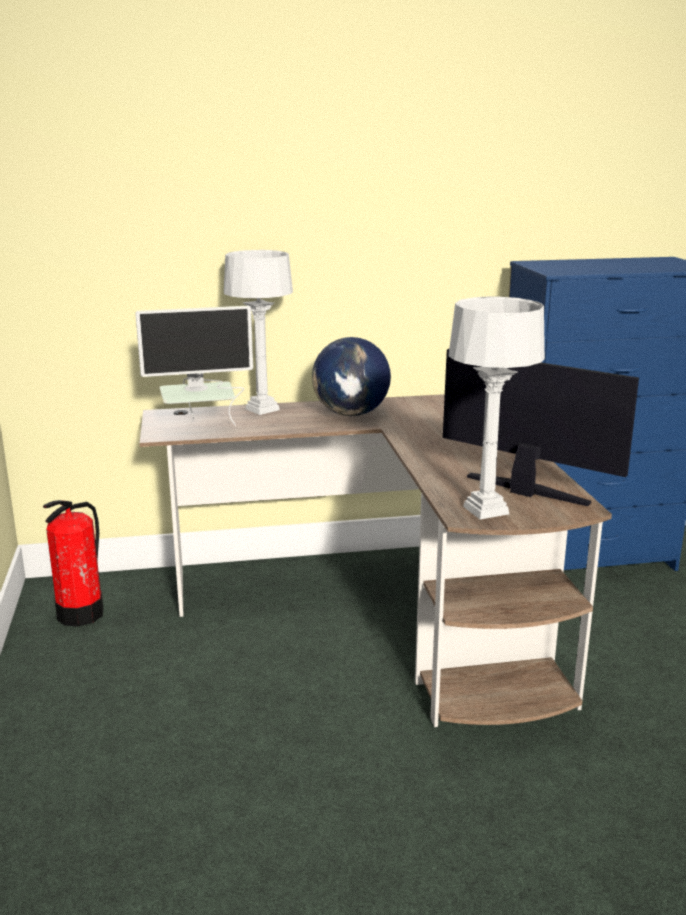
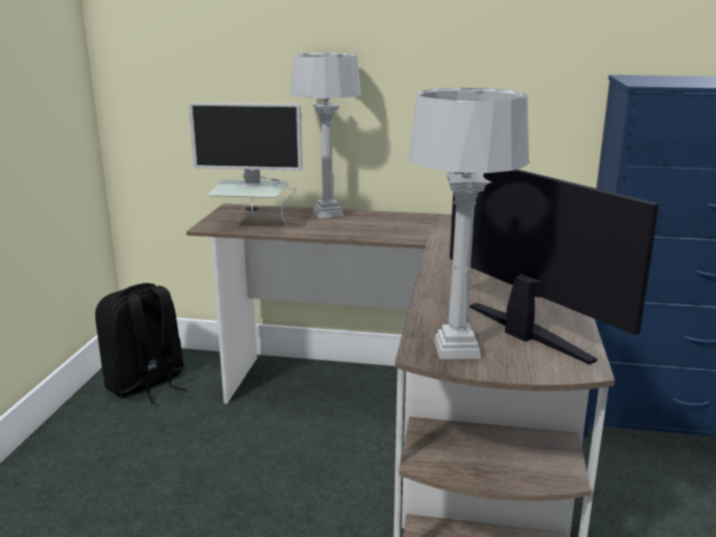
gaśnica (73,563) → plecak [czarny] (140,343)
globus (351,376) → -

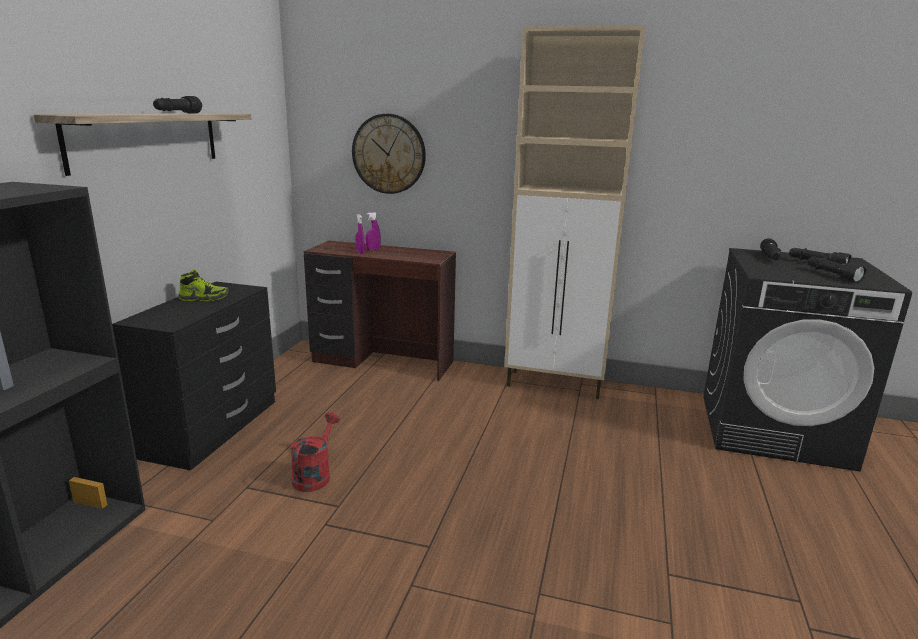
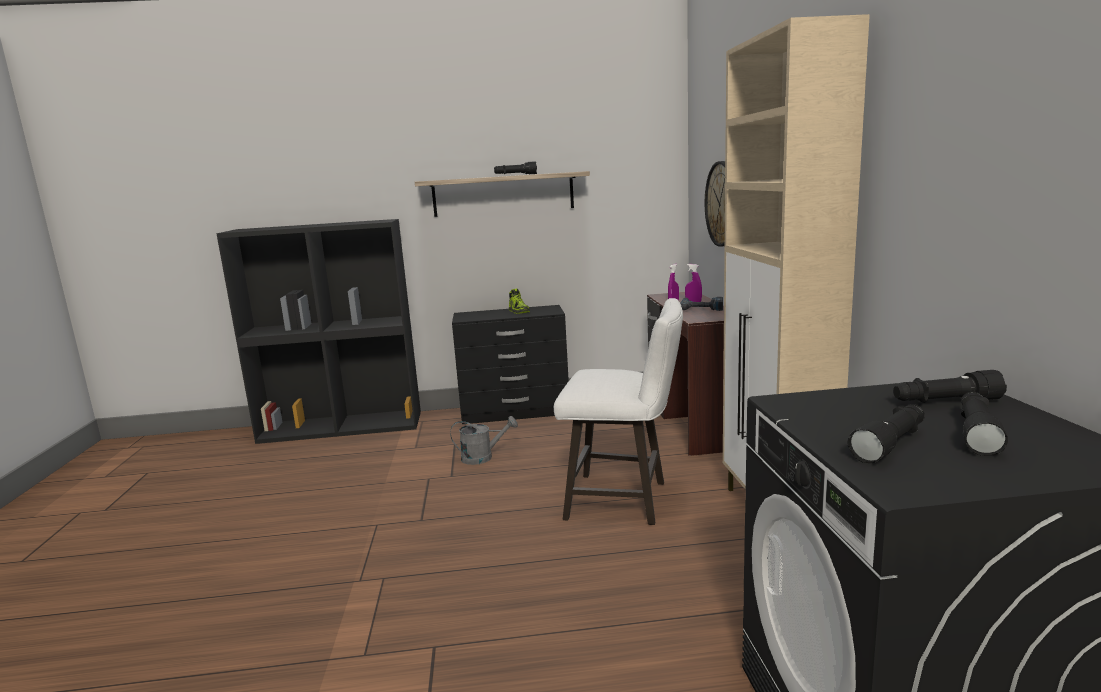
konewka [czerwony] (315,452) → konewka [szary] (484,440)
- → stołek [biały] (618,411)
- → wiertarka (701,304)

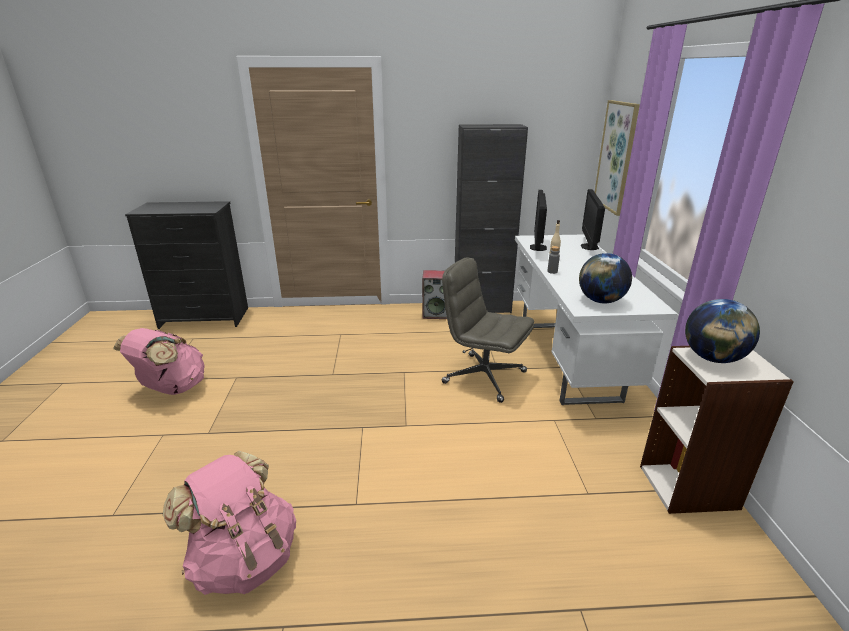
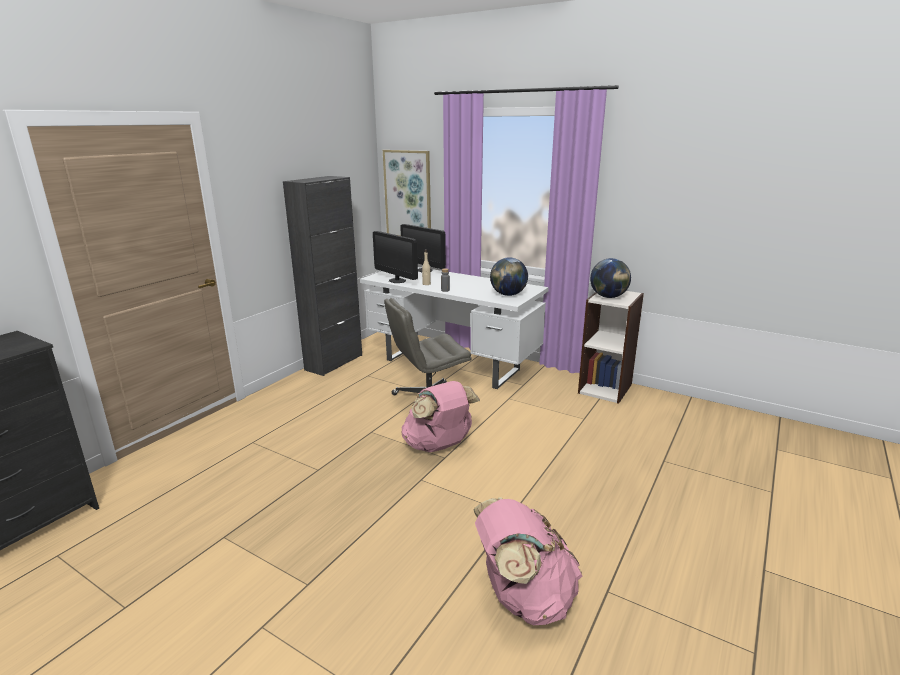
plecak [różowy] (159,361) → plecak [różowy] (440,416), moved
głośnik (434,294) → -

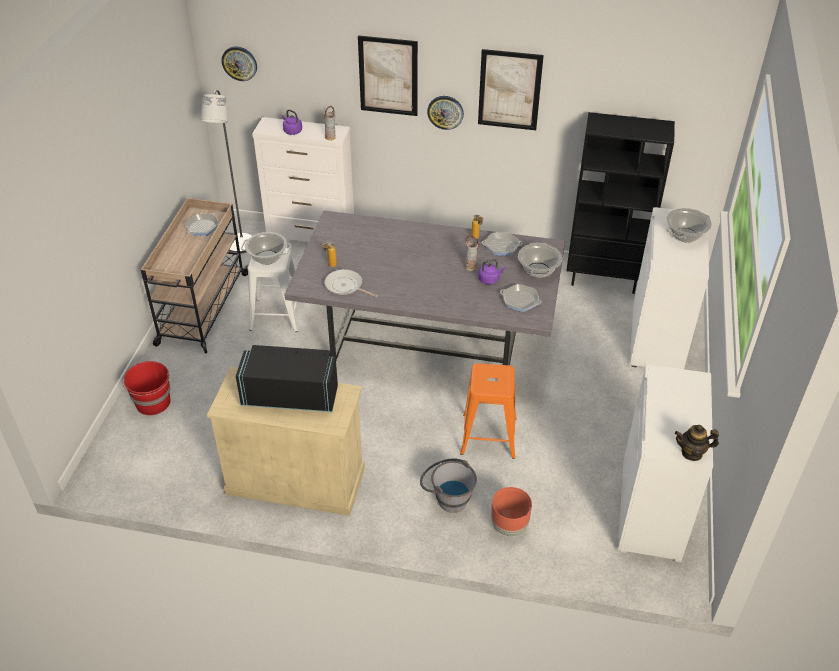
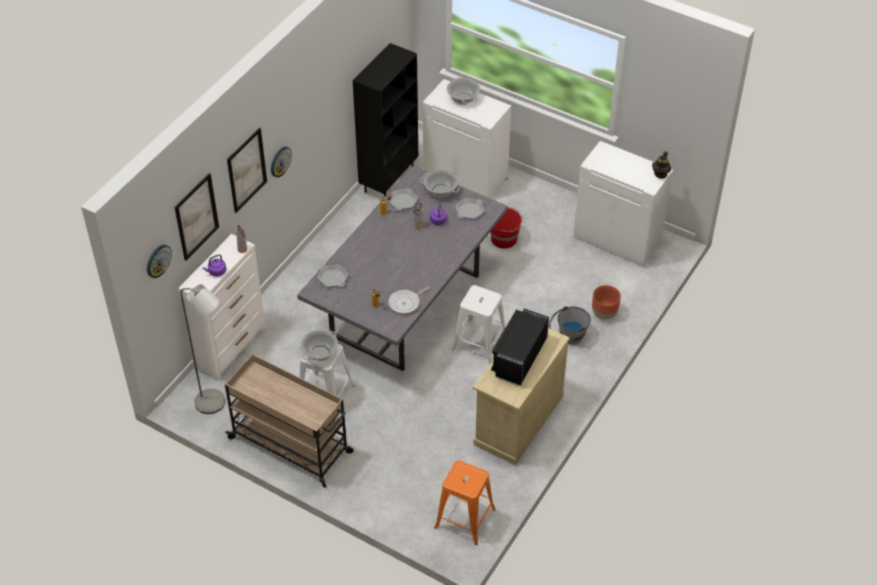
obraz (511,89) → obraz (197,217), moved
patelnia (201,224) → patelnia (333,276), moved
stołek [pomarańczowy] (488,411) → stołek [pomarańczowy] (465,503), moved
- → stołek [biały] (478,324)
wiadro [czerwony] (146,388) → wiadro [czerwony] (506,228), moved

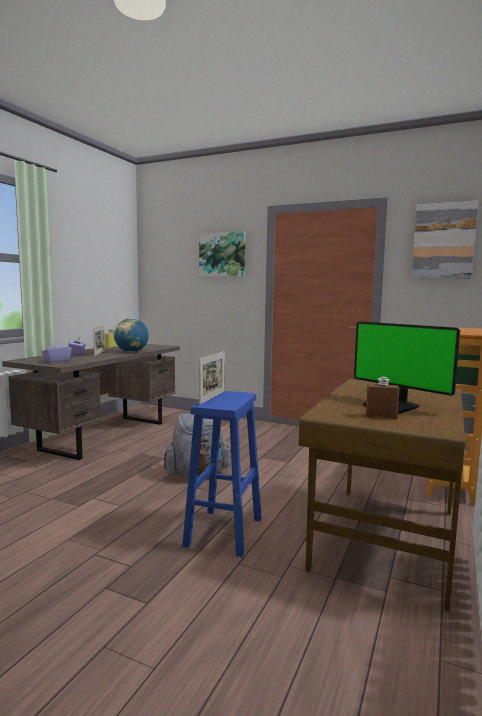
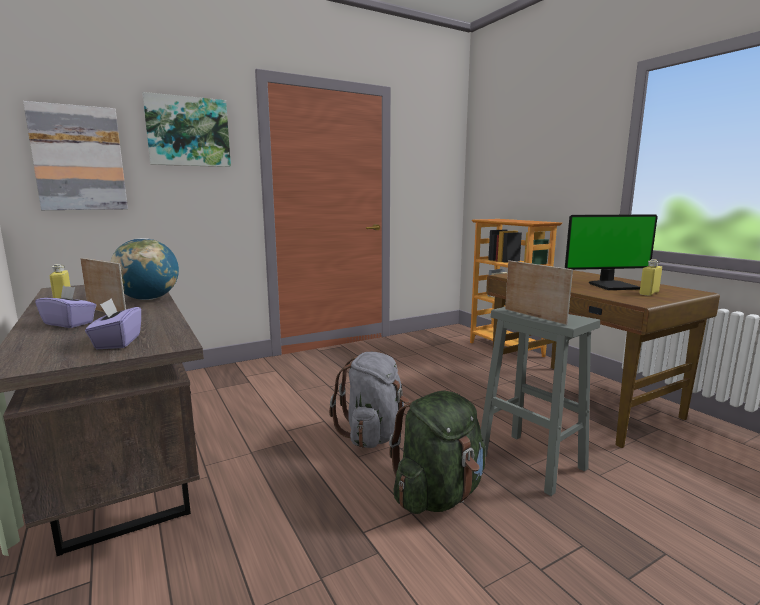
obraz (445,240) → obraz (75,155), moved
- → plecak [zielony] (437,452)
stołek [niebieski] (222,474) → stołek [szary] (540,401)
butelka [brązowy] (383,398) → butelka [żółty] (651,277)

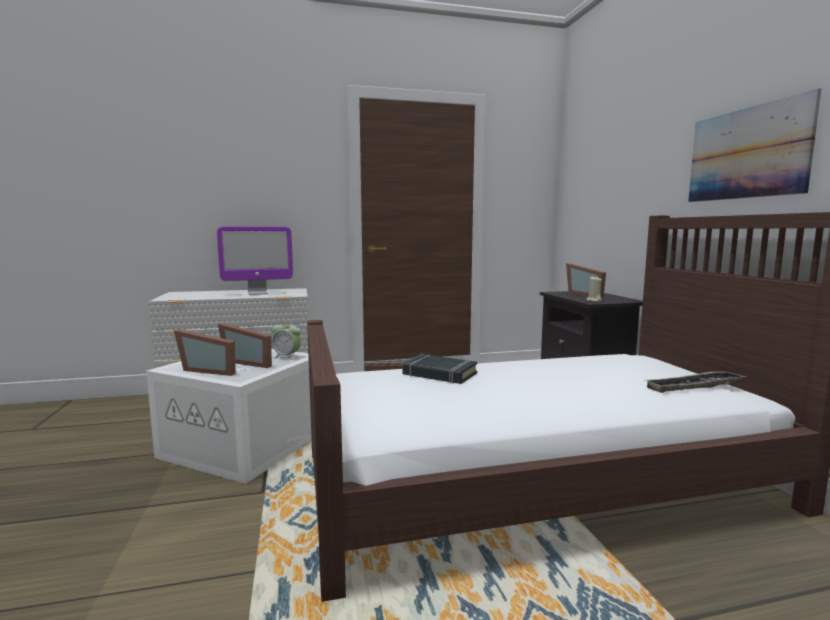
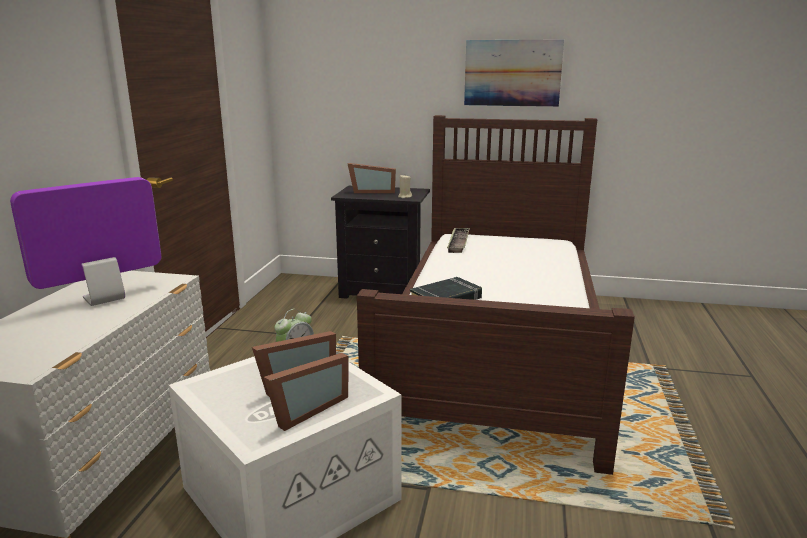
monitor (255,260) → monitor (85,241), 135 degrees counterclockwise
taca (695,382) → taca (458,240), moved

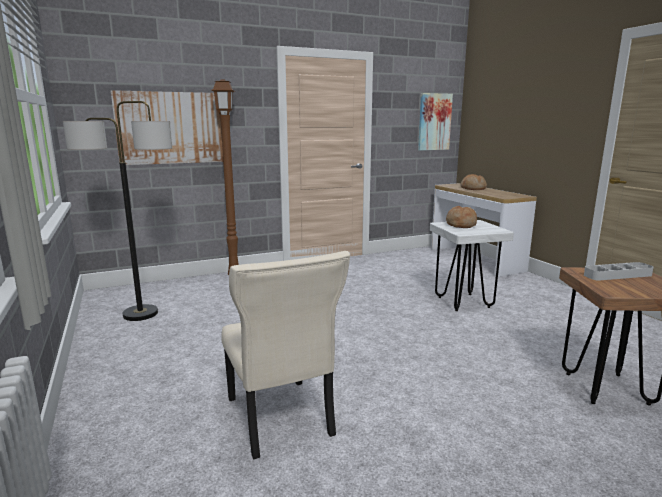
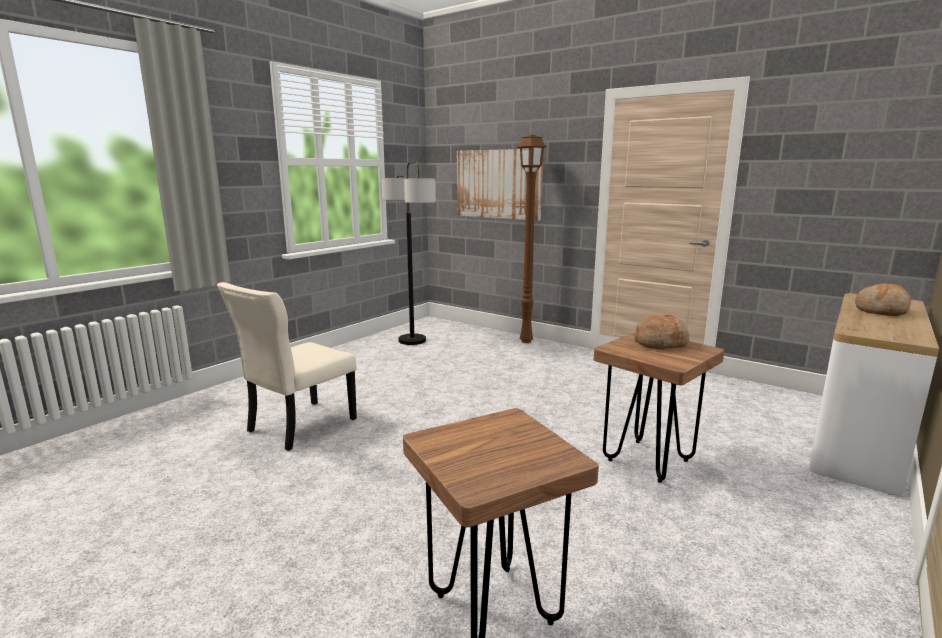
stołek [biały] (472,265) → stołek [brązowy] (659,407)
obraz (435,122) → -
taca [szary] (619,271) → -

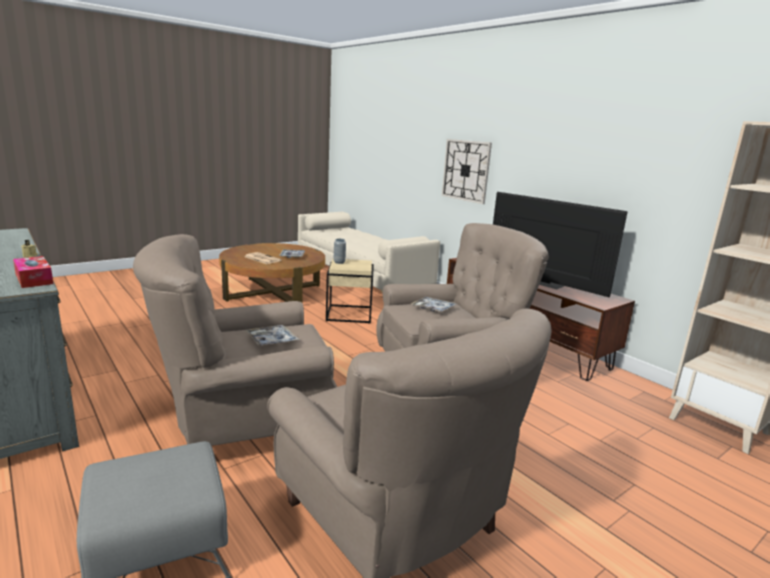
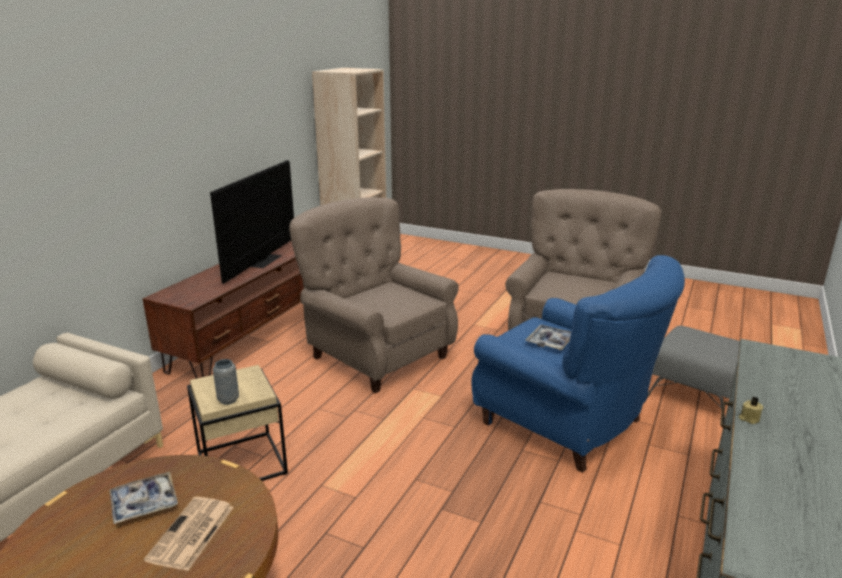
fotel [beżowy] (235,340) → fotel [niebieski] (578,364)
pudełko chusteczek (33,272) → -
taca (433,304) → -
zegar ścienny (467,171) → -

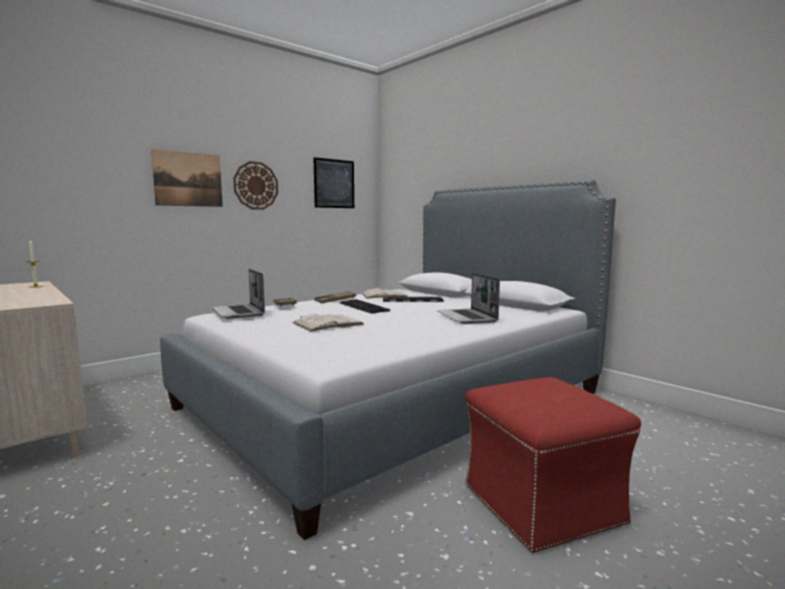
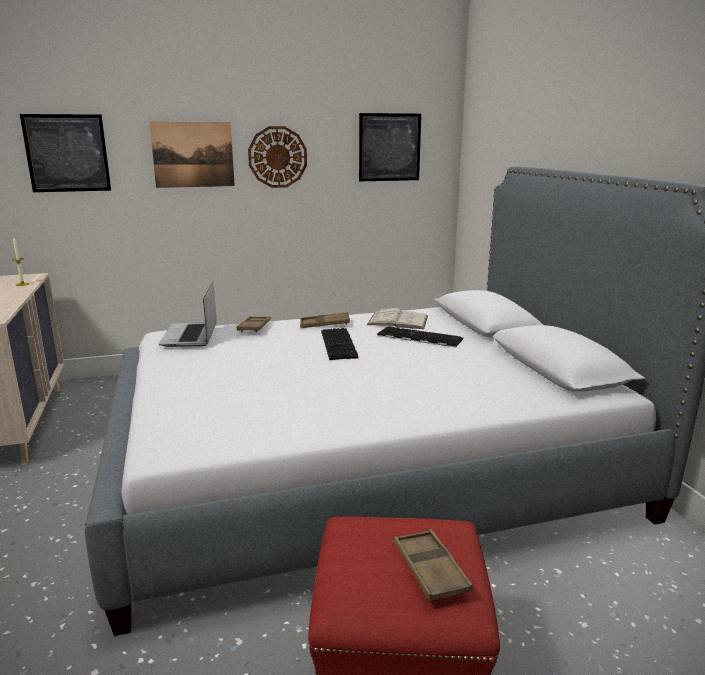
- → obraz (65,153)
- → taca [brązowy] (433,565)
książka [biały] (328,322) → -
laptop (468,298) → -

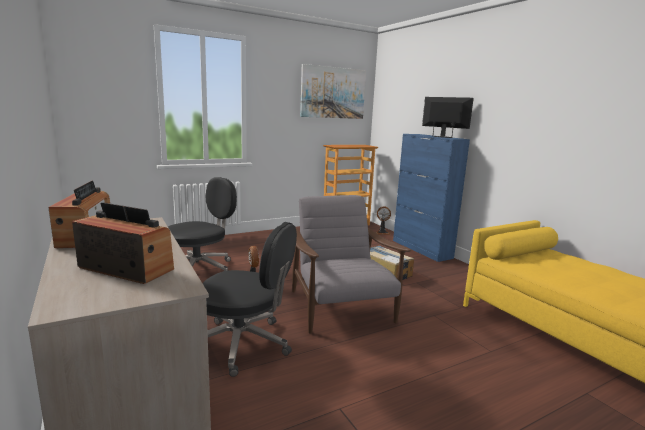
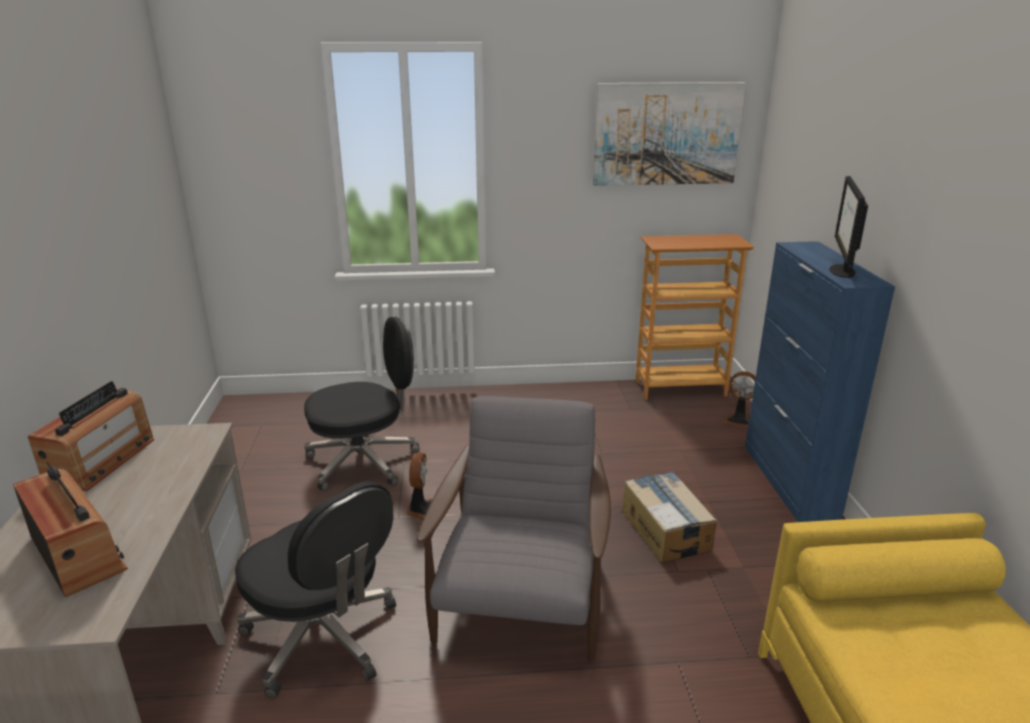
monitor (448,117) → monitor (848,227), 135 degrees counterclockwise

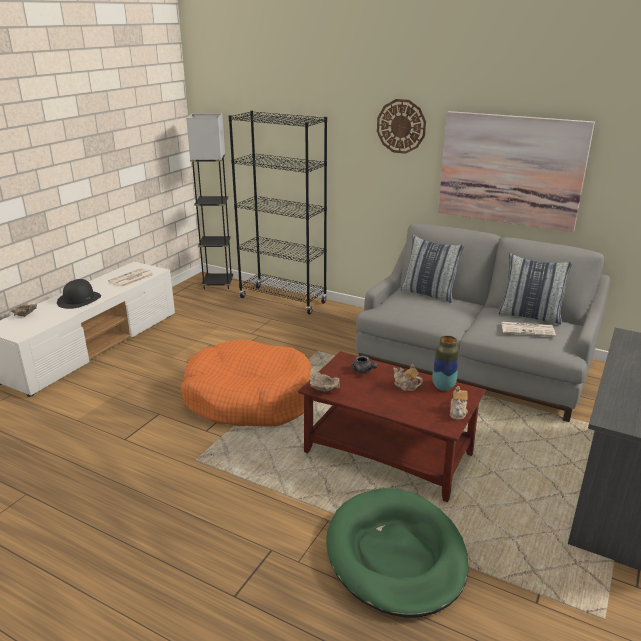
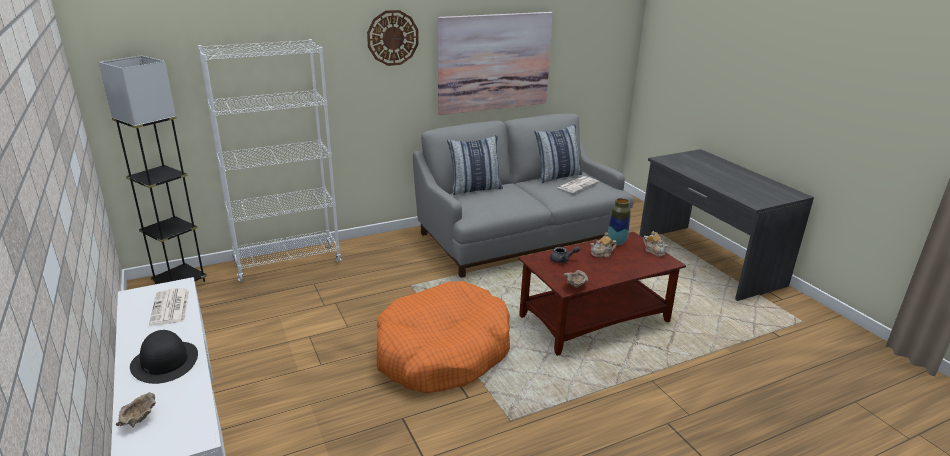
regał [czarny] (278,212) → regał [biały] (269,160)
legowisko [zielony] (397,553) → -

